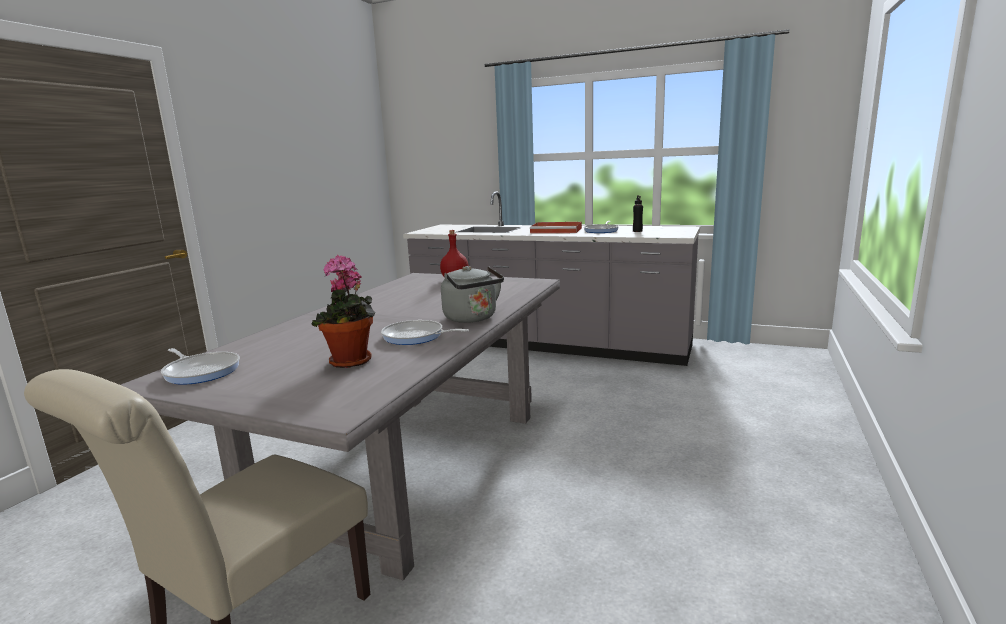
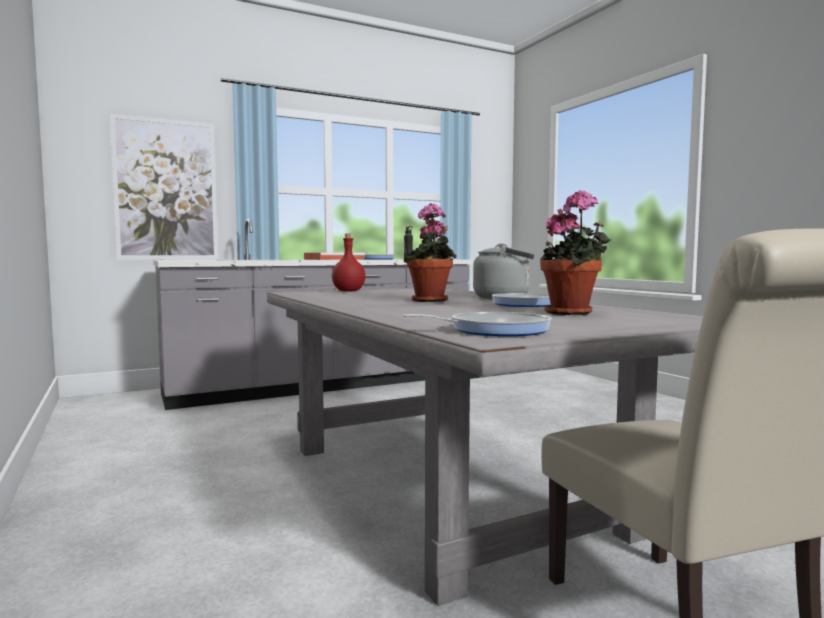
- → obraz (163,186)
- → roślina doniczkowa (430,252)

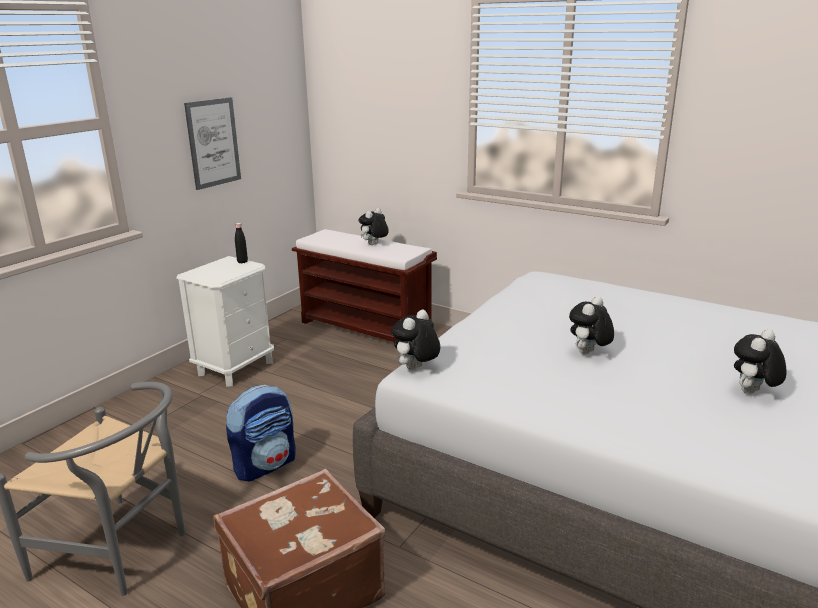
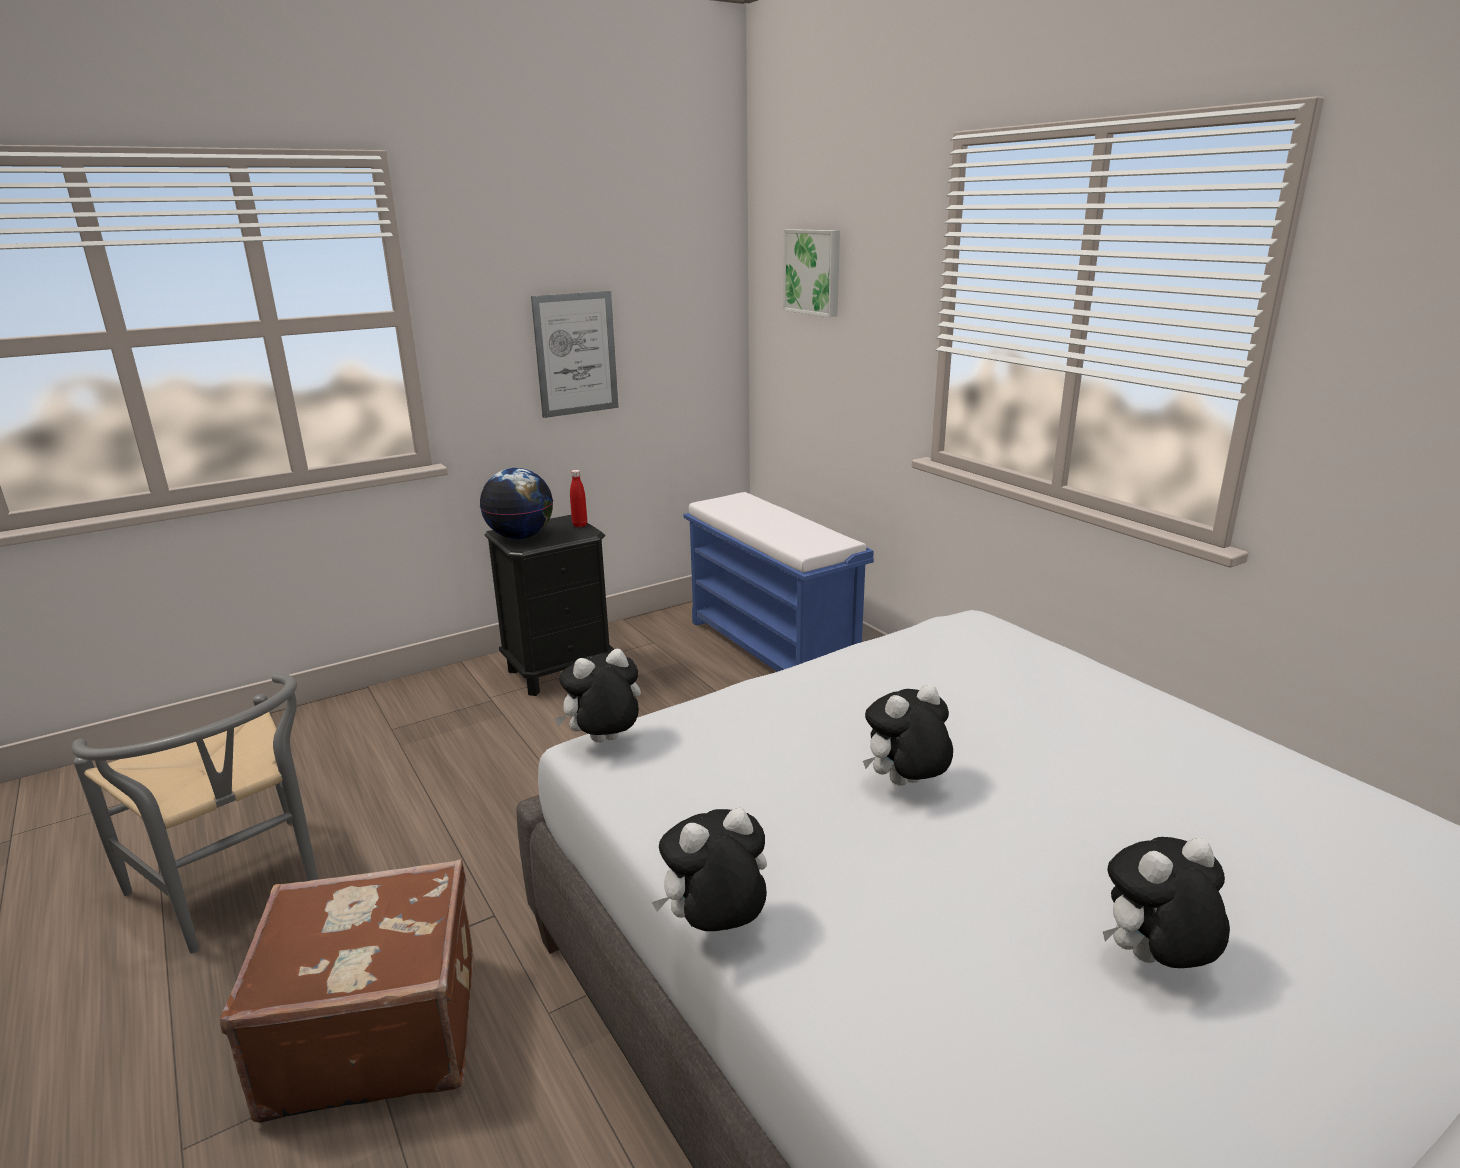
- → globus (516,503)
szafka nocna [biały] (225,321) → szafka nocna [czarny] (549,605)
butelka [czarny] (241,243) → butelka [czerwony] (578,498)
pluszak (374,226) → pluszak (709,869), moved
ławka [brązowy] (364,285) → ławka [niebieski] (778,582)
- → obraz (811,273)
plecak (261,433) → -

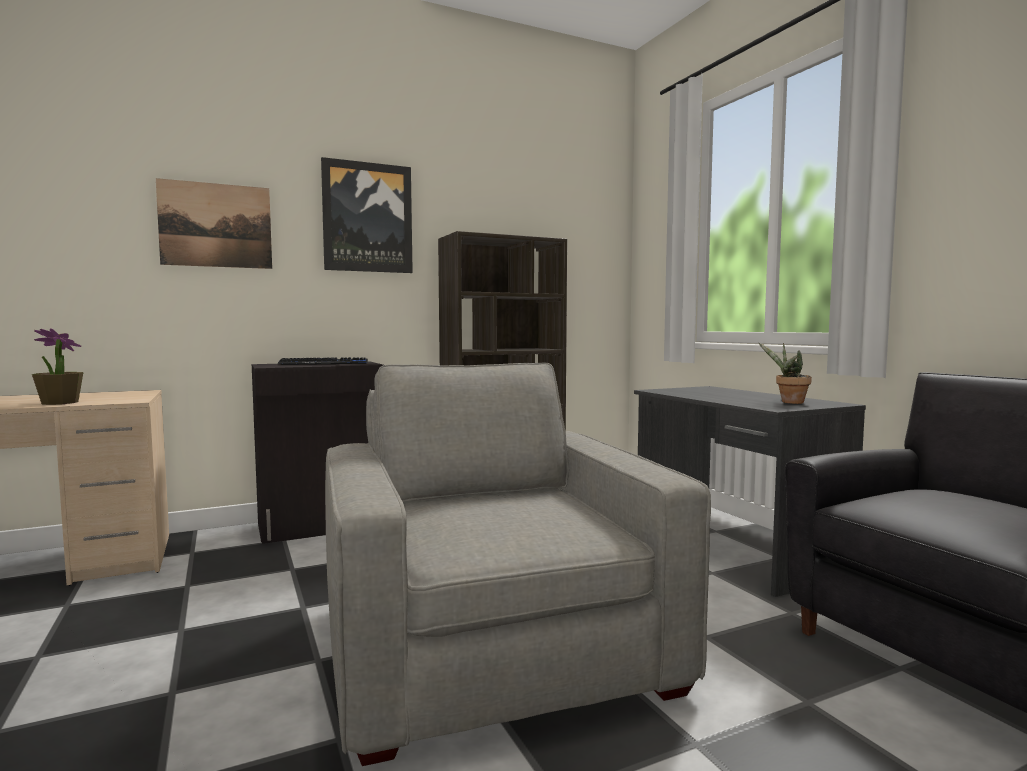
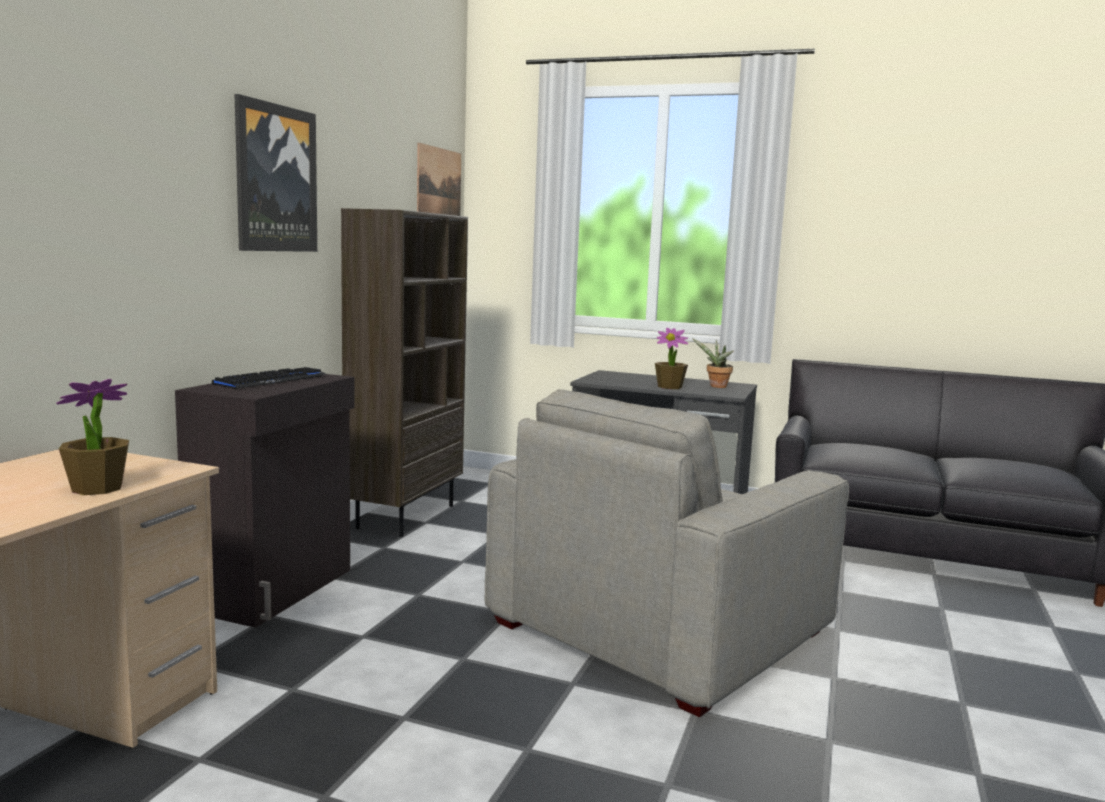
obraz (214,223) → obraz (439,179), moved
fotel [szary] (518,564) → fotel [szary] (666,553), 75 degrees counterclockwise
- → roślina doniczkowa (671,358)

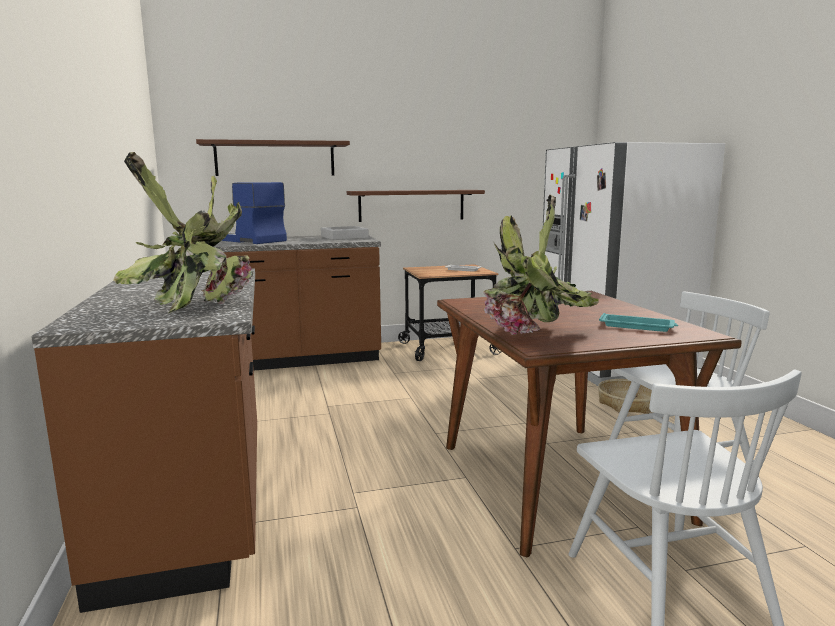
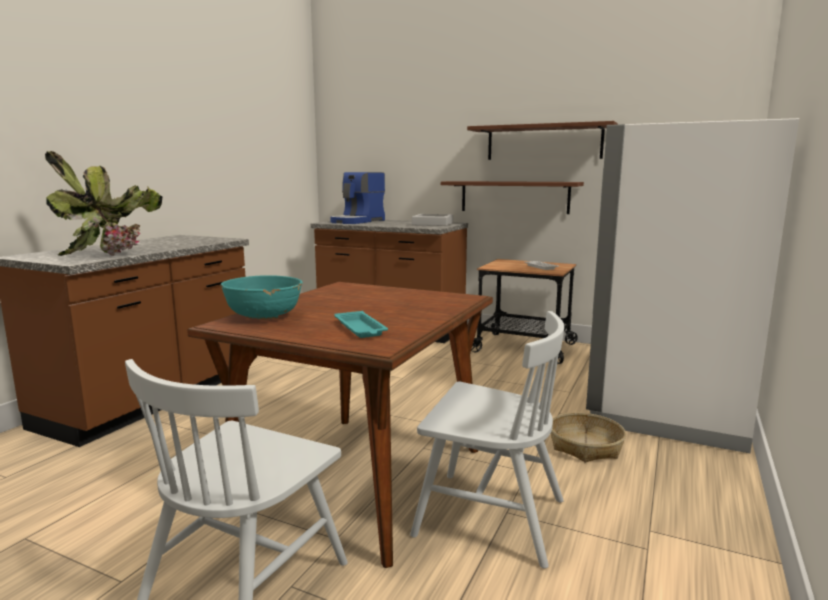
roślina doniczkowa (541,264) → miska [turkusowy] (261,297)
ekspres do kawy (254,213) → ekspres do kawy (357,198), 135 degrees counterclockwise
półka [brązowy] (273,157) → półka [brązowy] (542,140), moved

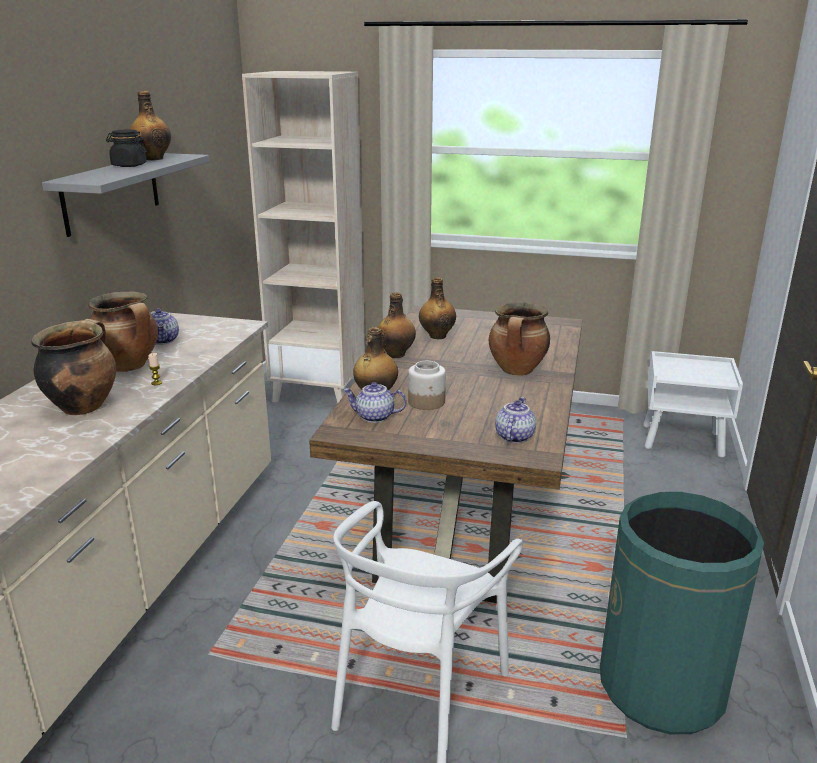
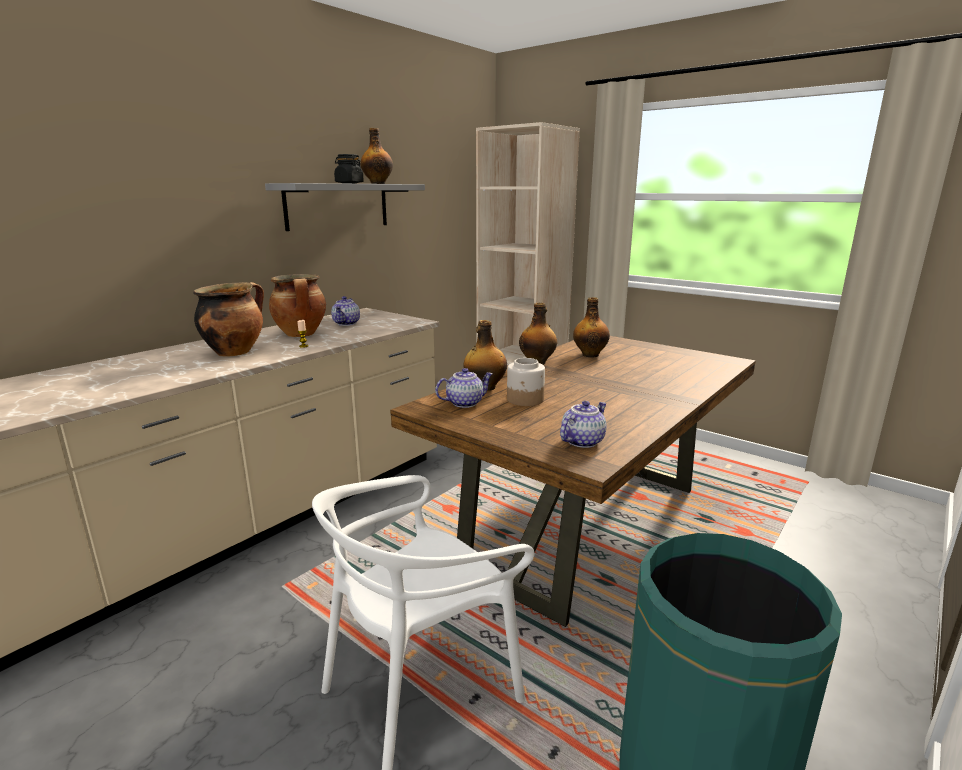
imbryk (375,402) → imbryk (464,388), 120 degrees clockwise
garnek (519,339) → -
szafka nocna [biały] (693,404) → -

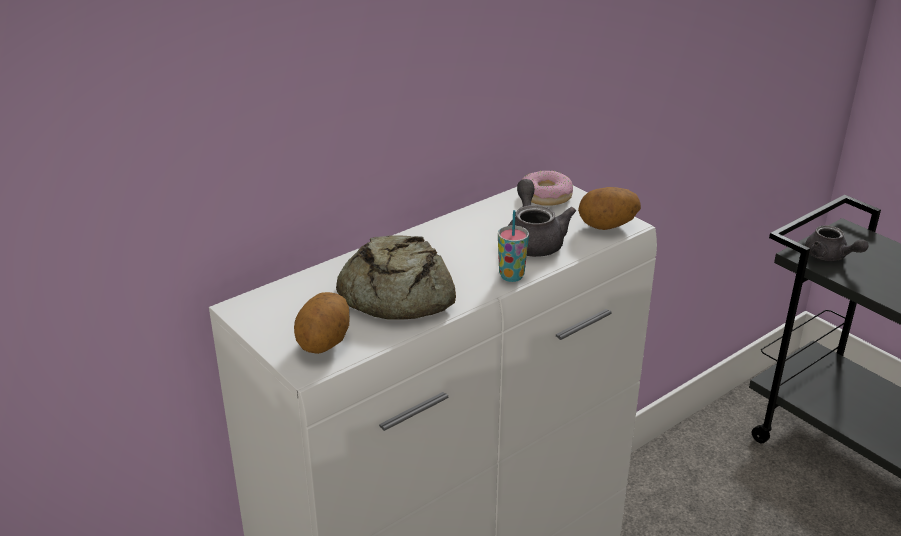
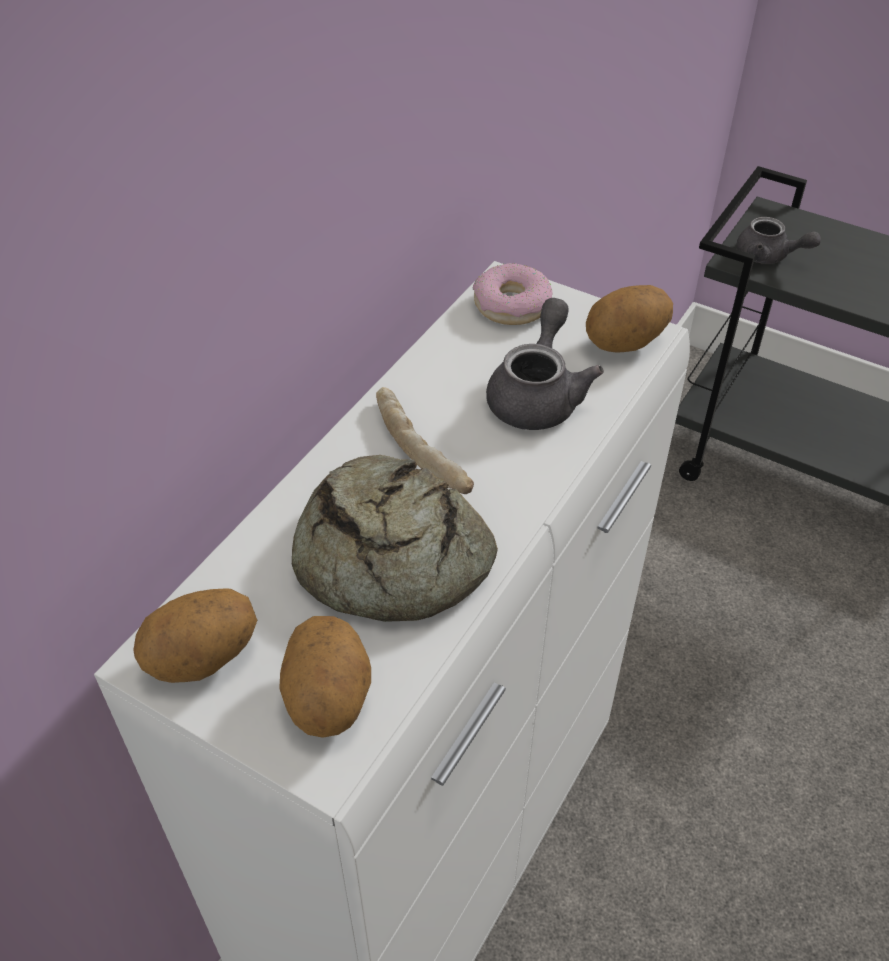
- → ziemniak (195,635)
- → chleb (425,440)
imbryk [szary] (542,218) → imbryk [szary] (545,364), 45 degrees clockwise
filiżanka (513,246) → -

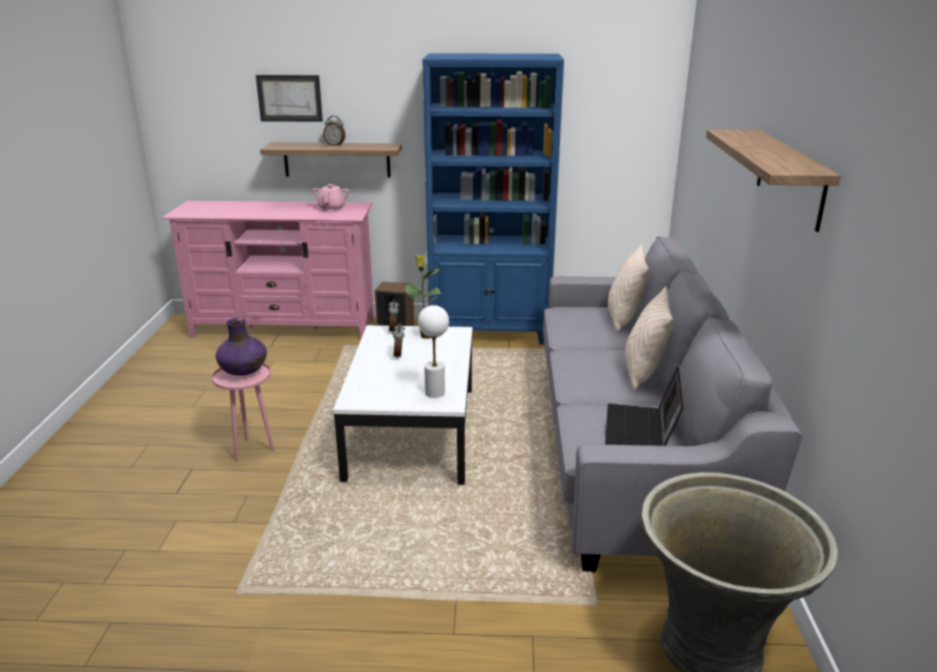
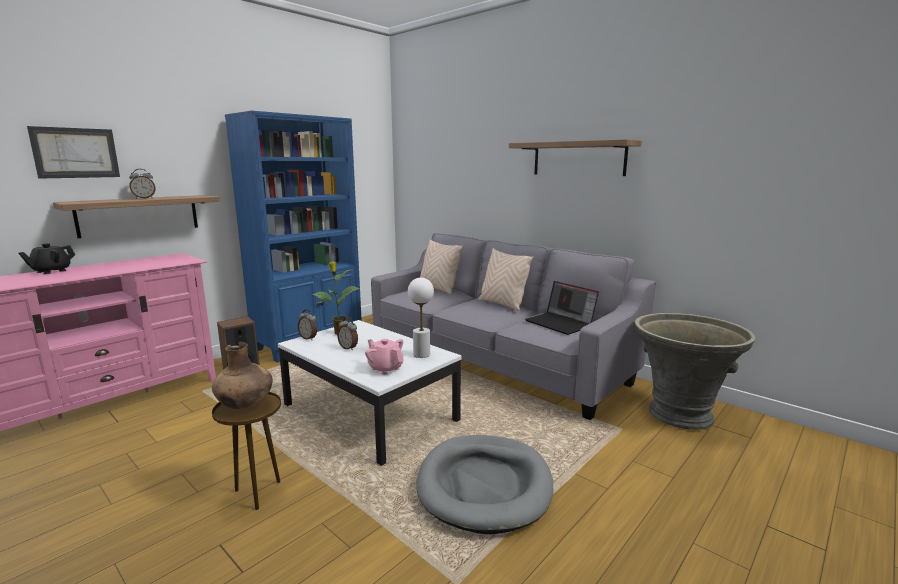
- → imbryk [czarny] (46,258)
wazon [fioletowy] (241,347) → wazon [brązowy] (242,375)
stolik [różowy] (243,412) → stolik [brązowy] (246,451)
imbryk [różowy] (330,198) → imbryk [różowy] (384,357), moved
- → legowisko [szary] (484,484)

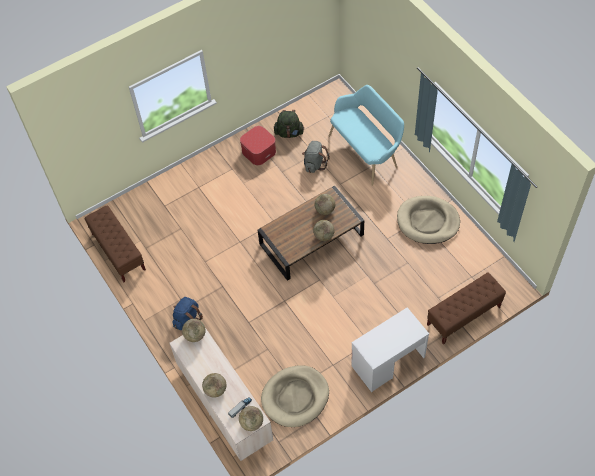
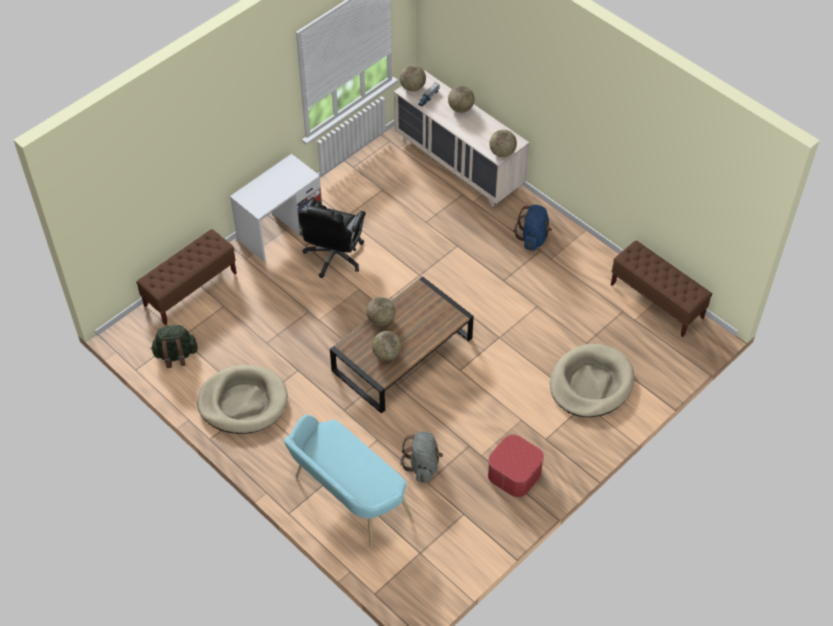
plecak [zielony] (289,124) → plecak [zielony] (174,346), moved
- → krzesło biurowe [czarny] (332,238)
legowisko [beżowy] (295,396) → legowisko [beżowy] (592,380), moved

